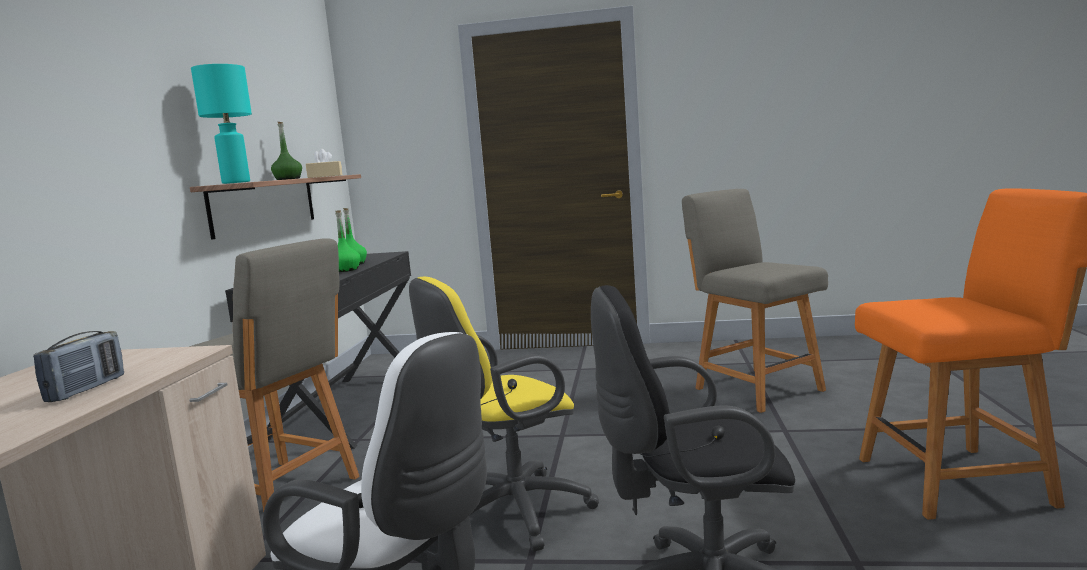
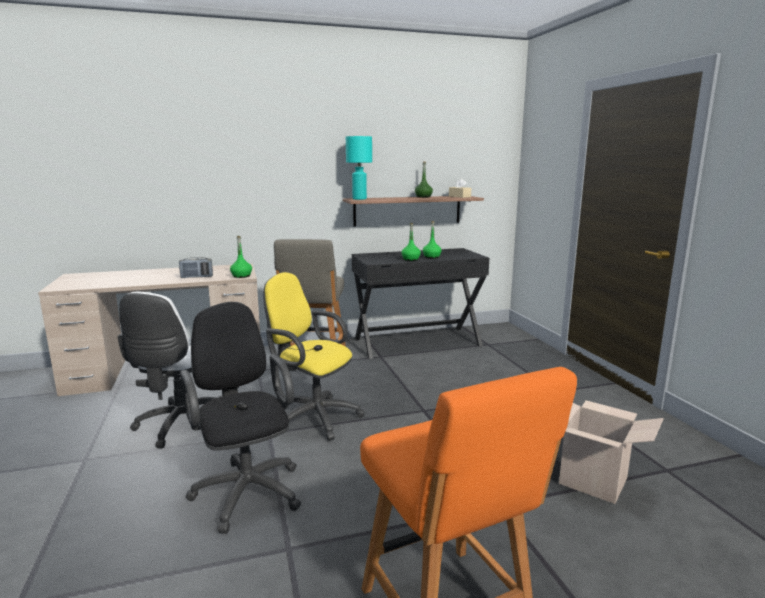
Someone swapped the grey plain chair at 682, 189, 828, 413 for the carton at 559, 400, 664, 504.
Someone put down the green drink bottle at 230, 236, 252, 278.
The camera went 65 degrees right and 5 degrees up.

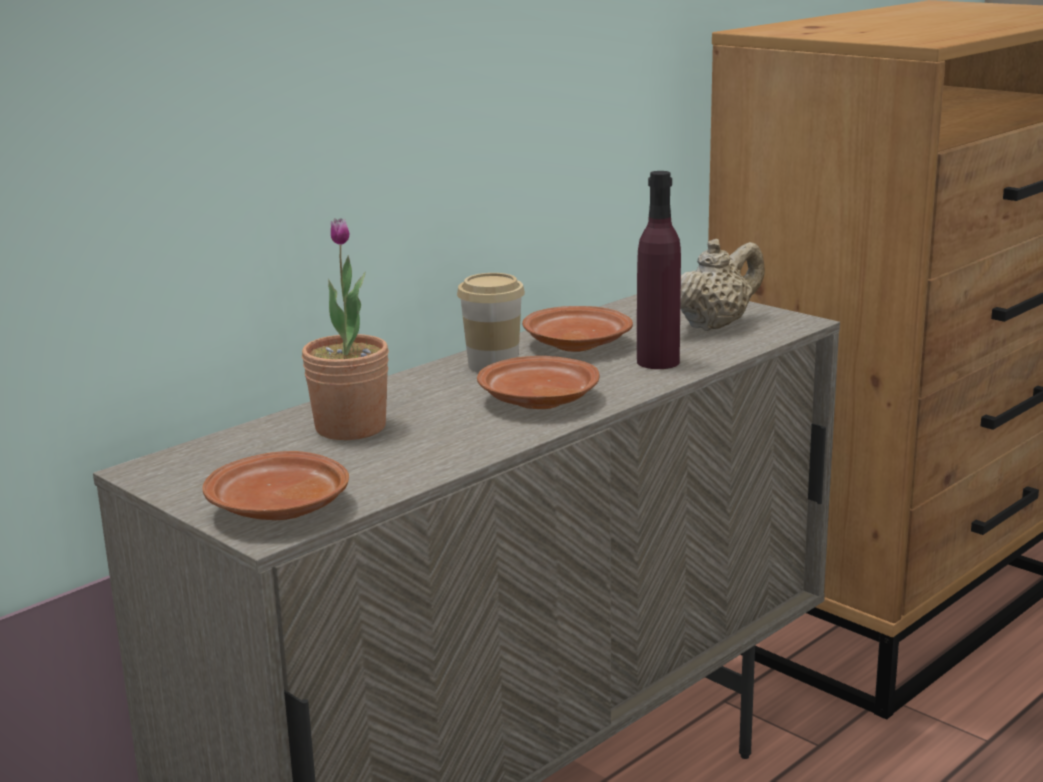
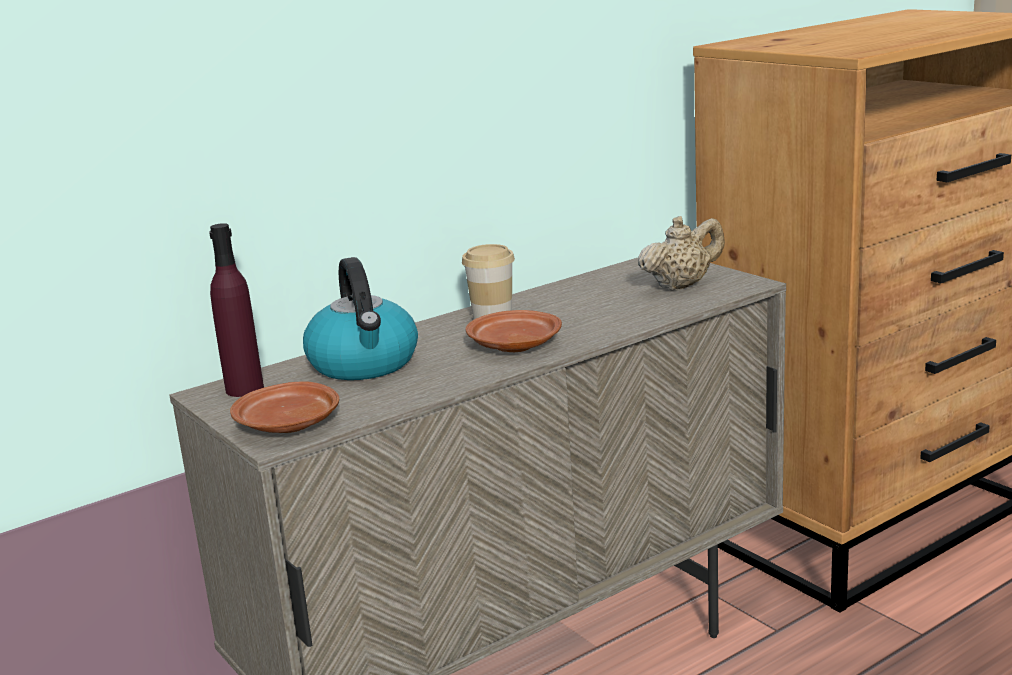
Someone carried the purple-coloured drink bottle from 637, 171, 681, 369 to 209, 223, 264, 397.
Someone swapped the houseplant at 302, 218, 389, 440 for the water kettle at 303, 257, 418, 380.
Someone took away the brownish flat dish at 522, 306, 633, 352.
The camera went 10 degrees right and 0 degrees up.

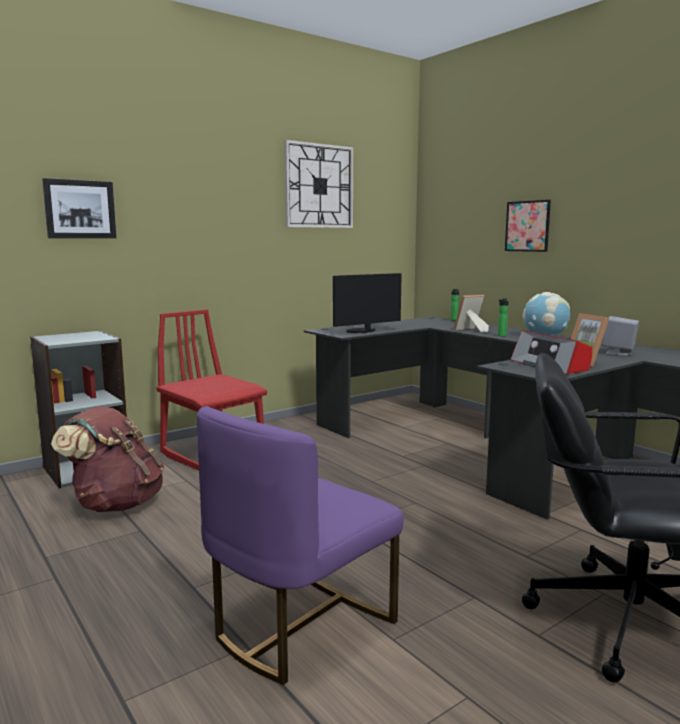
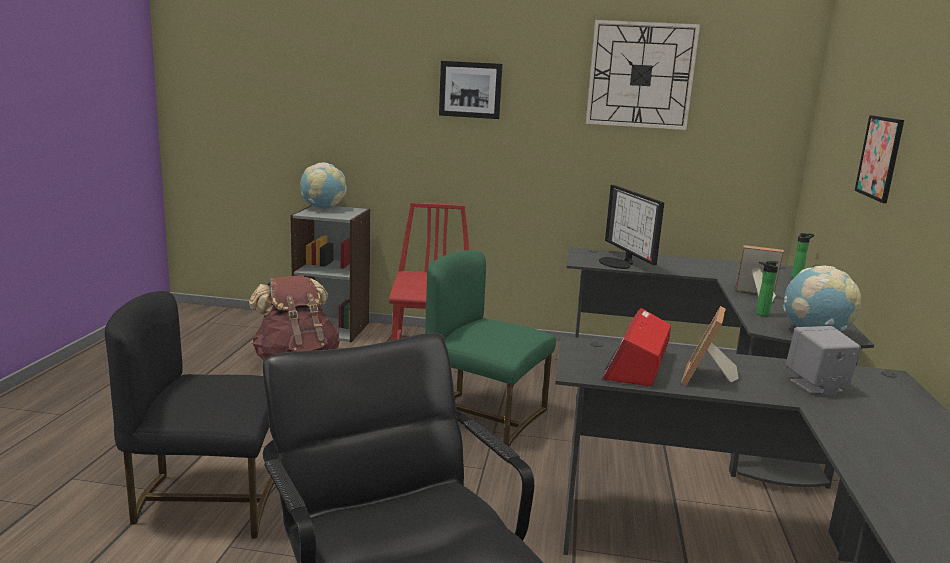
Someone carried the picture from 42, 178, 116, 238 to 439, 61, 503, 119.
Someone rotated the computer display at 333, 273, 402, 333 by 120 degrees counterclockwise.
Someone repainted the purple-coloured plain chair at 197, 406, 403, 685, which became the black-coloured plain chair at 105, 291, 274, 538.
Someone put down the desk globe at 300, 162, 347, 209.
Someone put down the green plain chair at 425, 250, 556, 447.
The camera went 45 degrees right and 5 degrees up.

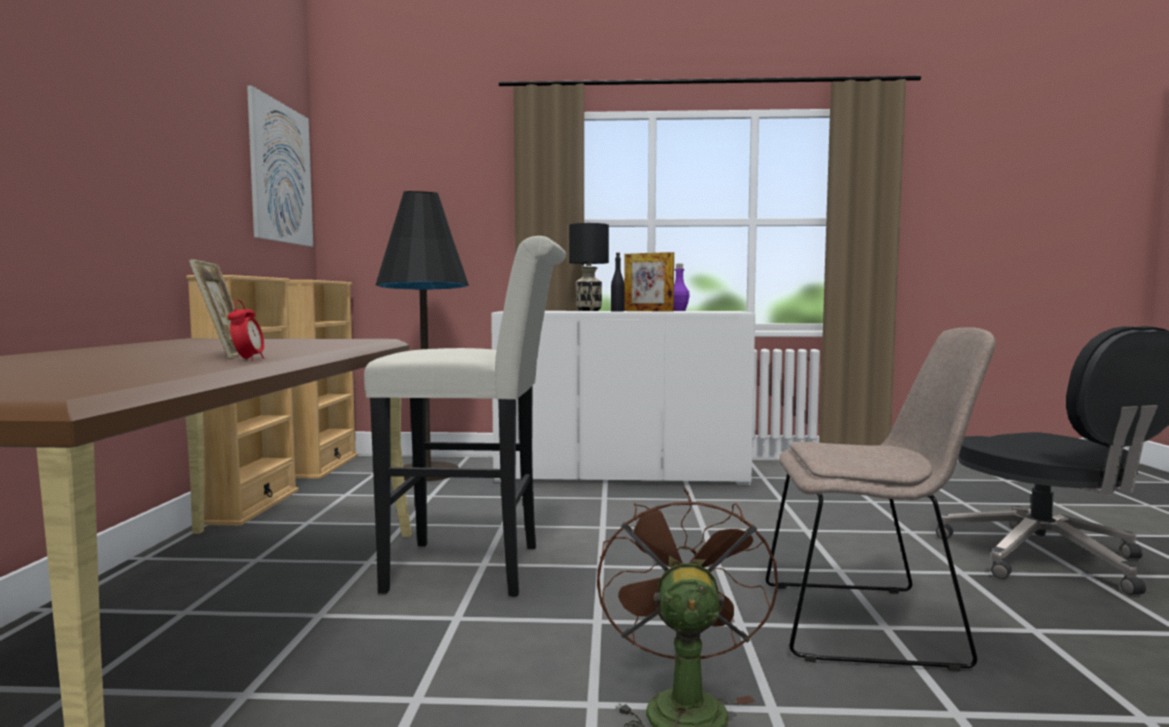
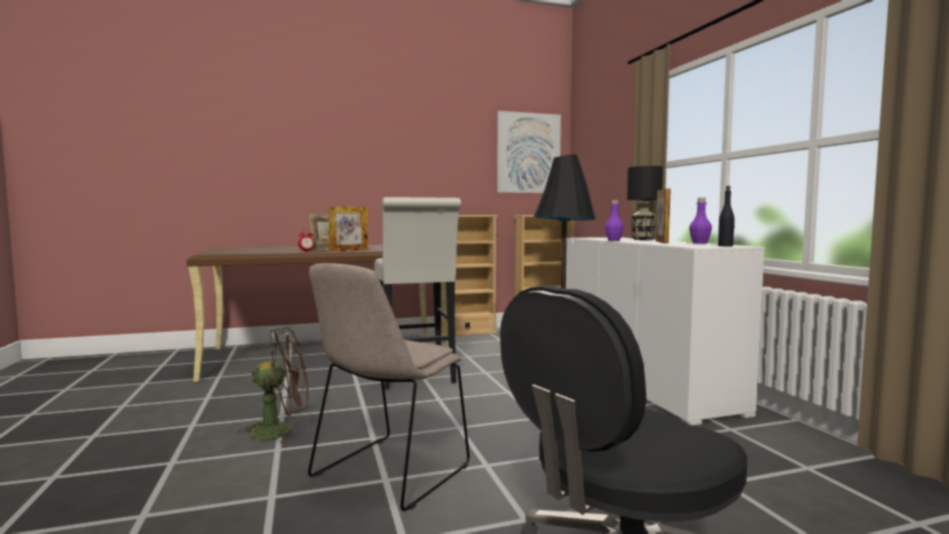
Someone carried the black-coloured drink bottle from 611, 253, 625, 312 to 718, 186, 735, 246.
Someone rotated the beige plain chair at 766, 327, 996, 672 by 45 degrees clockwise.
Someone put down the purple-coloured drink bottle at 605, 200, 624, 241.
Someone put down the standing frame at 328, 206, 368, 251.
The camera went 70 degrees right and 0 degrees up.

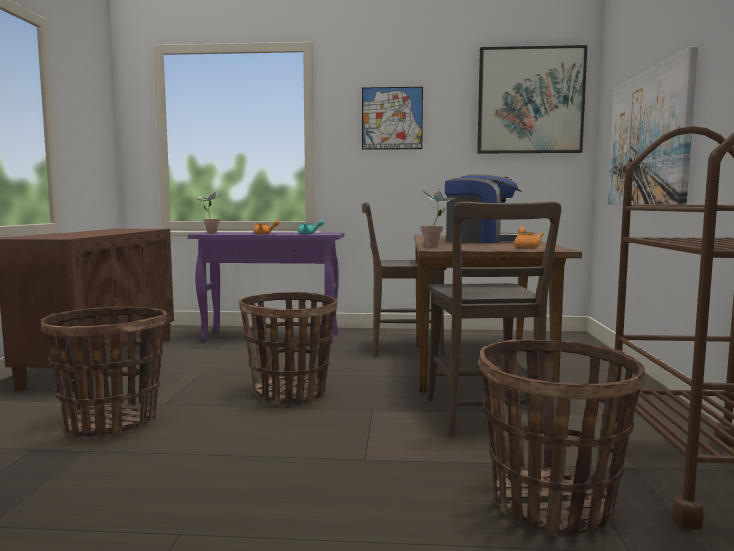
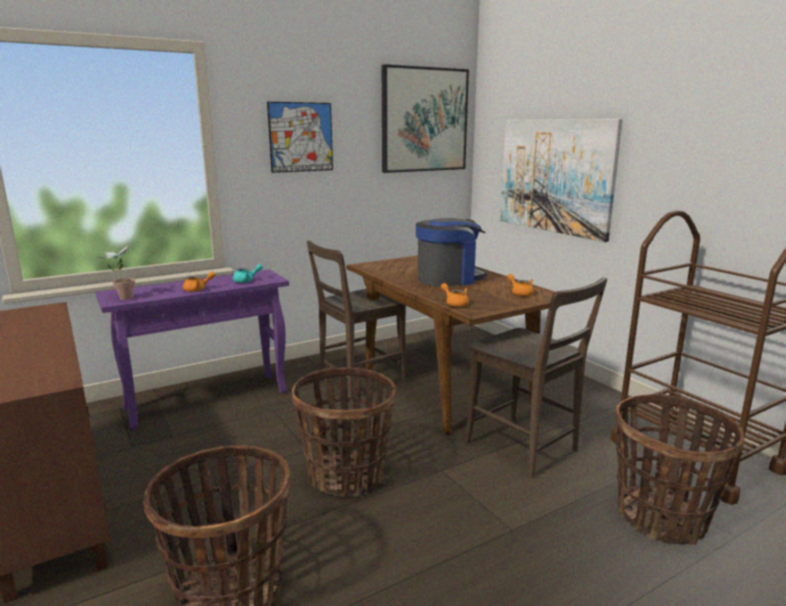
Someone swapped the houseplant at 420, 188, 457, 247 for the orange pot for tea at 441, 283, 469, 307.
The camera went 35 degrees left and 10 degrees up.

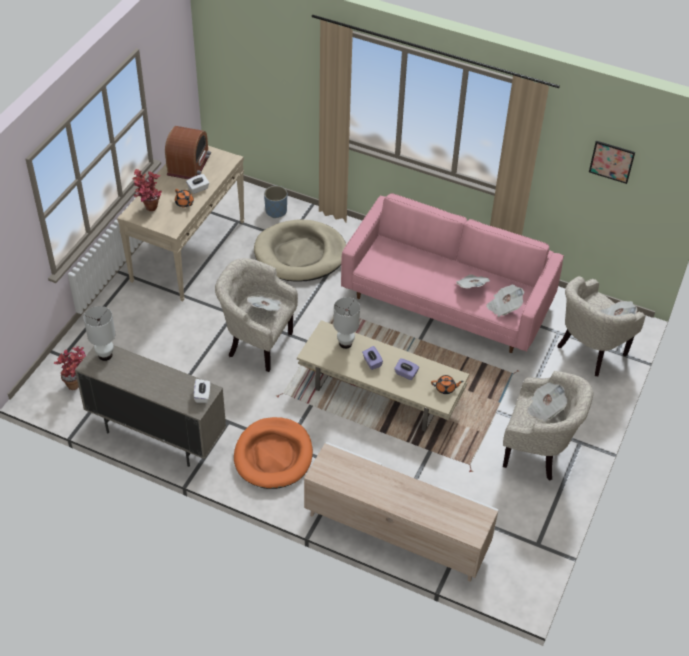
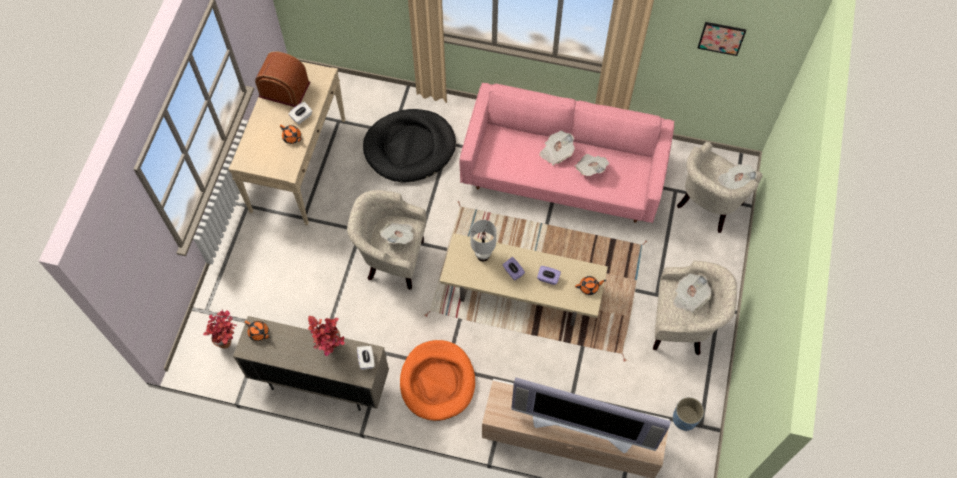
Someone rotated the radio receiver at 165, 126, 211, 179 by 75 degrees counterclockwise.
Someone carried the houseplant from 133, 169, 162, 211 to 308, 316, 345, 356.
Someone carried the bluish plant pot from 264, 186, 287, 218 to 673, 397, 704, 431.
Someone repainted the beige dog bed at 254, 219, 346, 282, which became the black-coloured dog bed at 363, 109, 456, 182.
Someone carried the daily paper from 486, 285, 525, 317 to 539, 131, 575, 166.
Someone swapped the white table lamp at 84, 306, 115, 361 for the orange pot for tea at 245, 321, 271, 341.
Someone put down the TV set at 511, 377, 671, 453.
The camera went 10 degrees left and 15 degrees up.

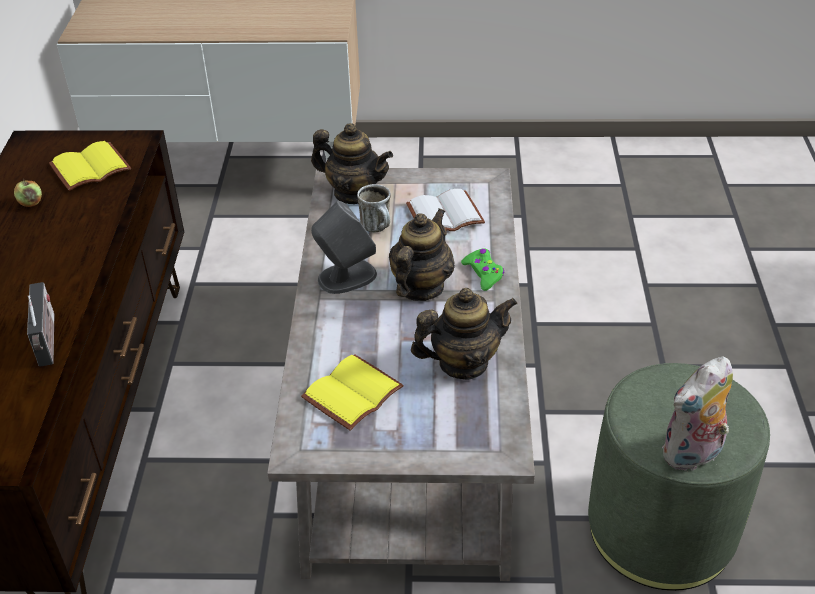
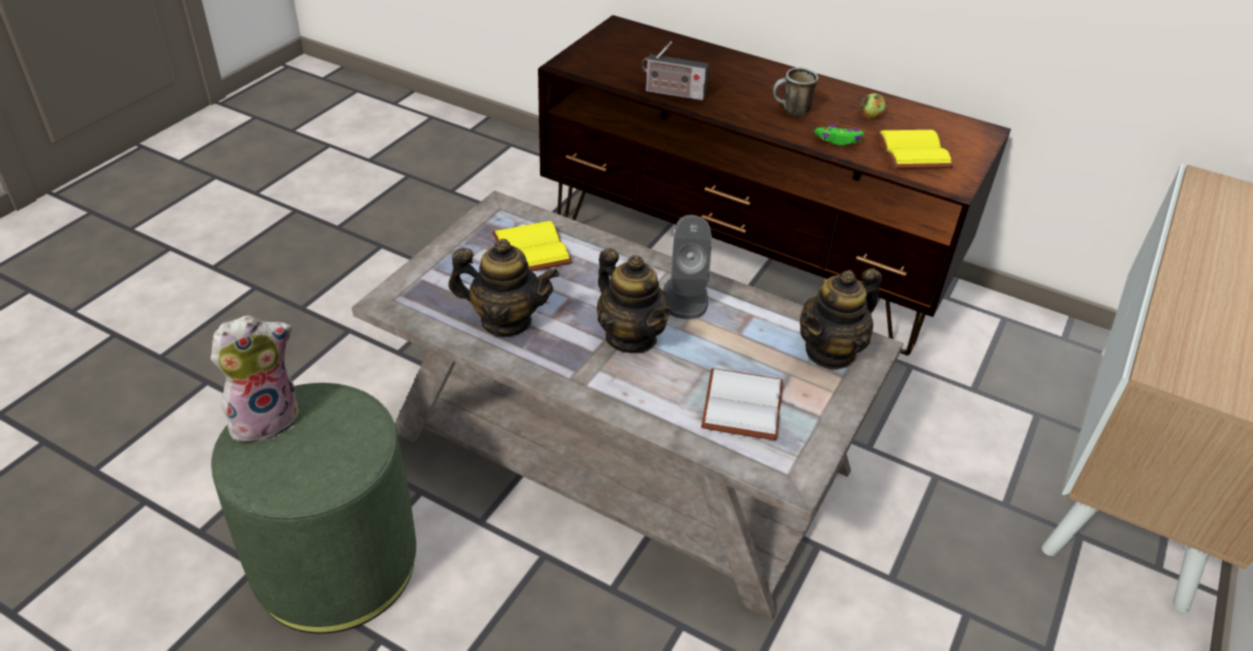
Someone carried the tea mug from 357, 184, 391, 233 to 773, 67, 818, 116.
Someone carried the green game controller from 461, 248, 504, 291 to 814, 124, 864, 145.
Someone rotated the pot for tea at 411, 288, 518, 380 by 90 degrees counterclockwise.
Someone rotated the cuddly toy at 662, 357, 733, 471 by 60 degrees clockwise.
The camera went 115 degrees right and 0 degrees up.

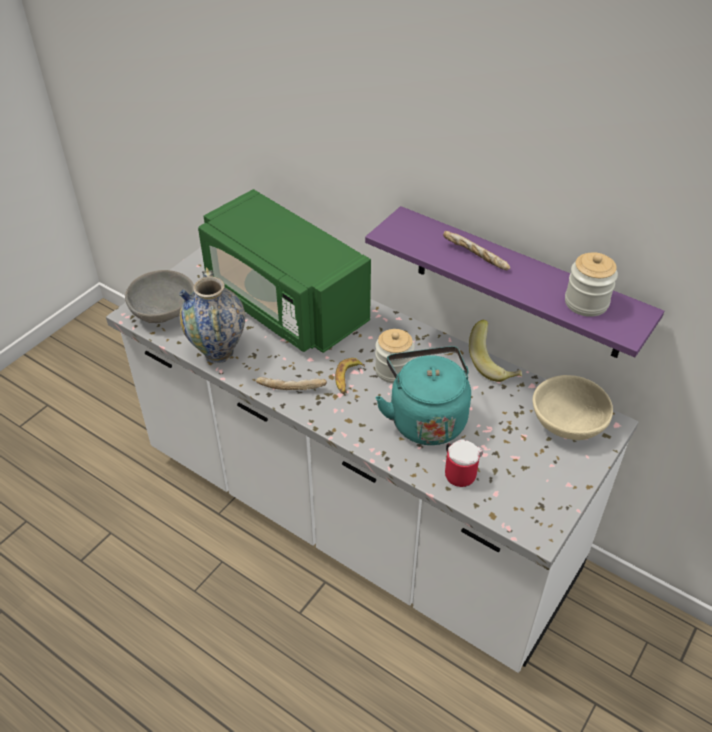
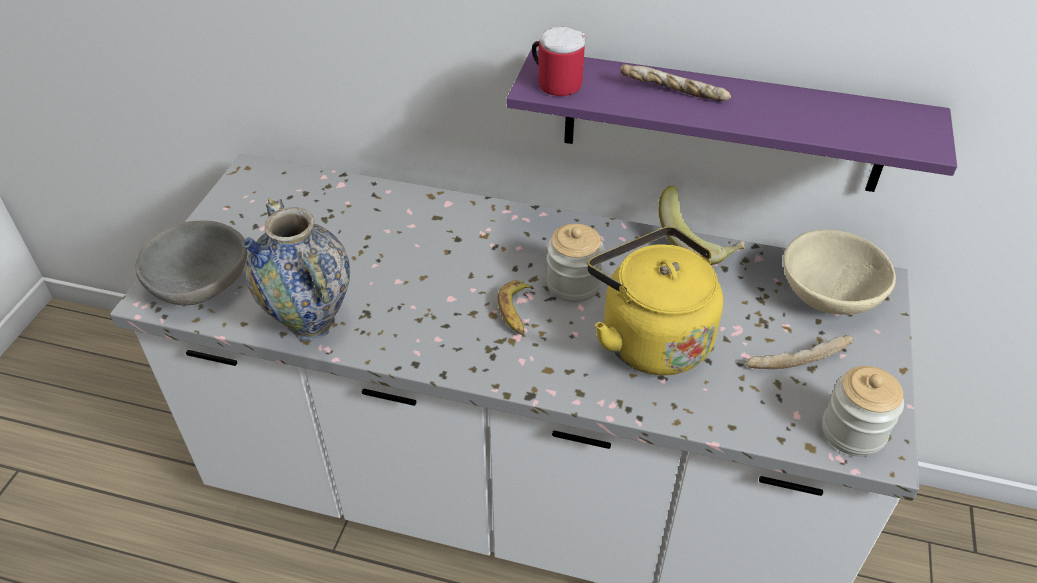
Someone took away the green microwave at 198, 189, 371, 353.
Someone carried the preserve jar from 565, 253, 618, 317 to 822, 366, 904, 457.
Someone repainted the blue-green water kettle at 375, 346, 471, 445, which became the yellow-coloured water kettle at 587, 227, 723, 375.
Someone carried the bread from 256, 377, 327, 390 to 746, 335, 853, 369.
Someone carried the tea mug from 445, 439, 483, 487 to 532, 27, 586, 96.
The camera went 20 degrees left and 0 degrees up.

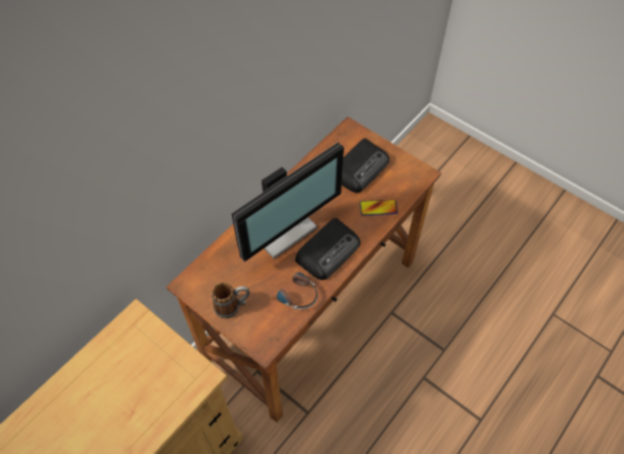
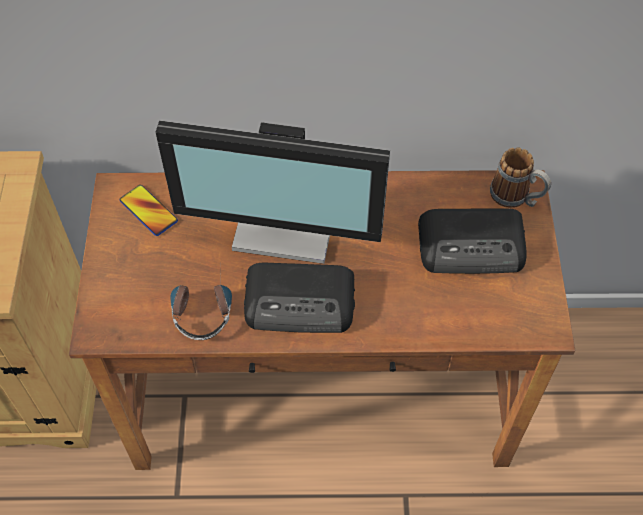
Someone carried the telephone from 360, 200, 398, 216 to 119, 185, 178, 236.
Someone carried the tea mug from 212, 282, 250, 319 to 490, 147, 551, 208.
The camera went 50 degrees right and 0 degrees up.

